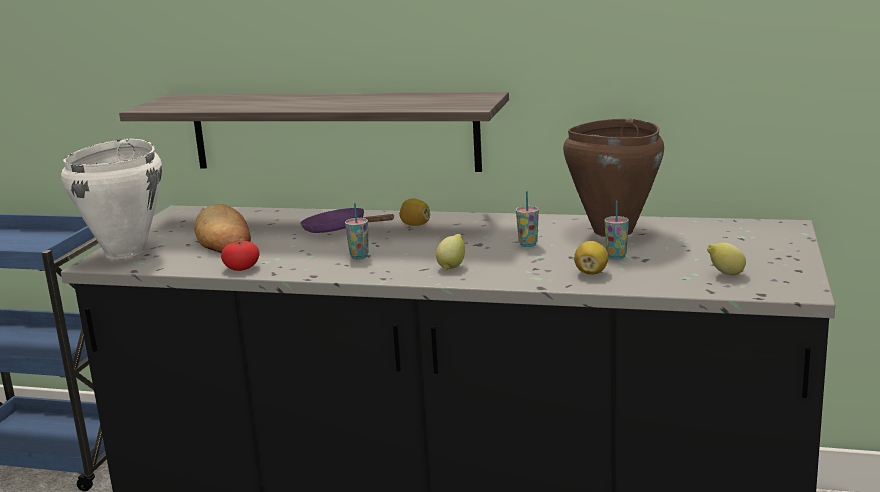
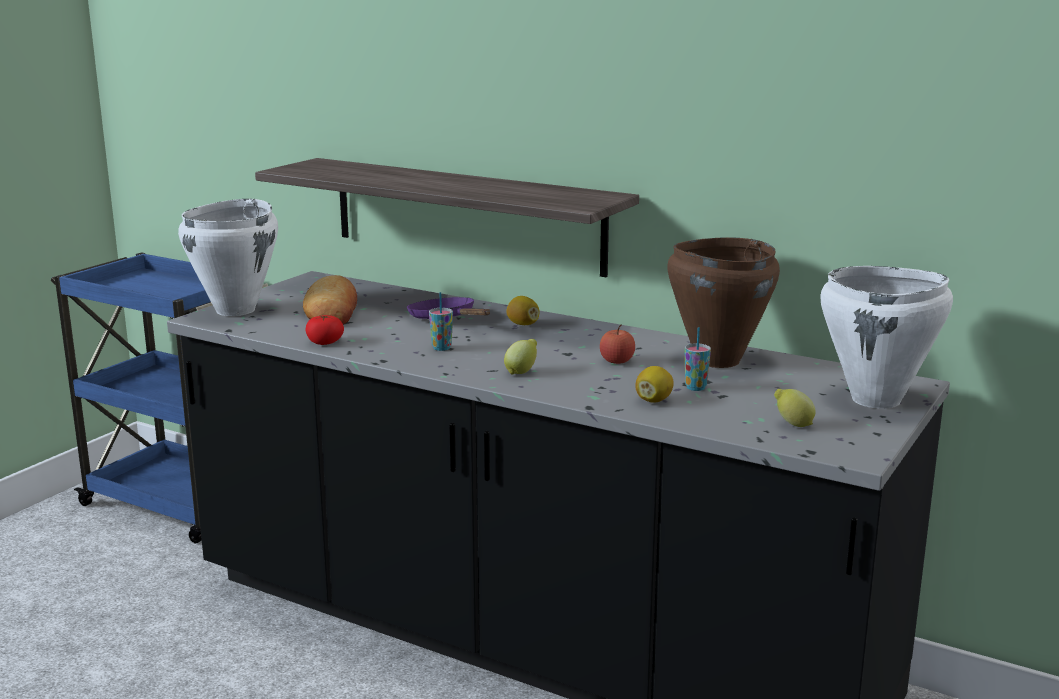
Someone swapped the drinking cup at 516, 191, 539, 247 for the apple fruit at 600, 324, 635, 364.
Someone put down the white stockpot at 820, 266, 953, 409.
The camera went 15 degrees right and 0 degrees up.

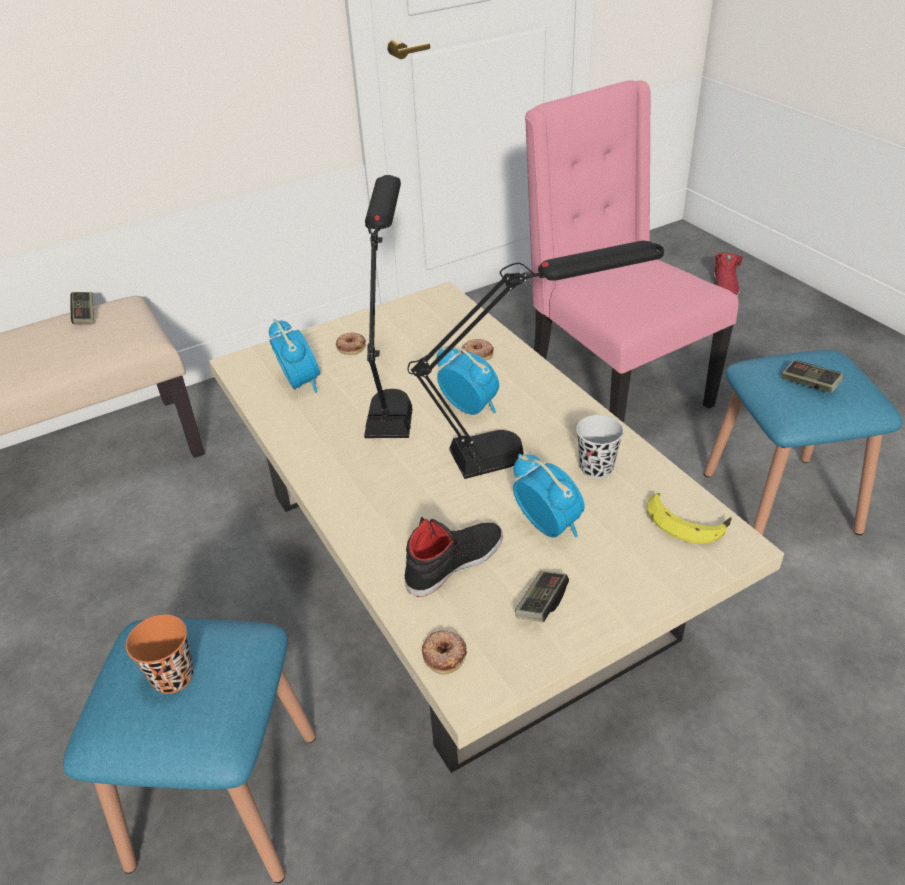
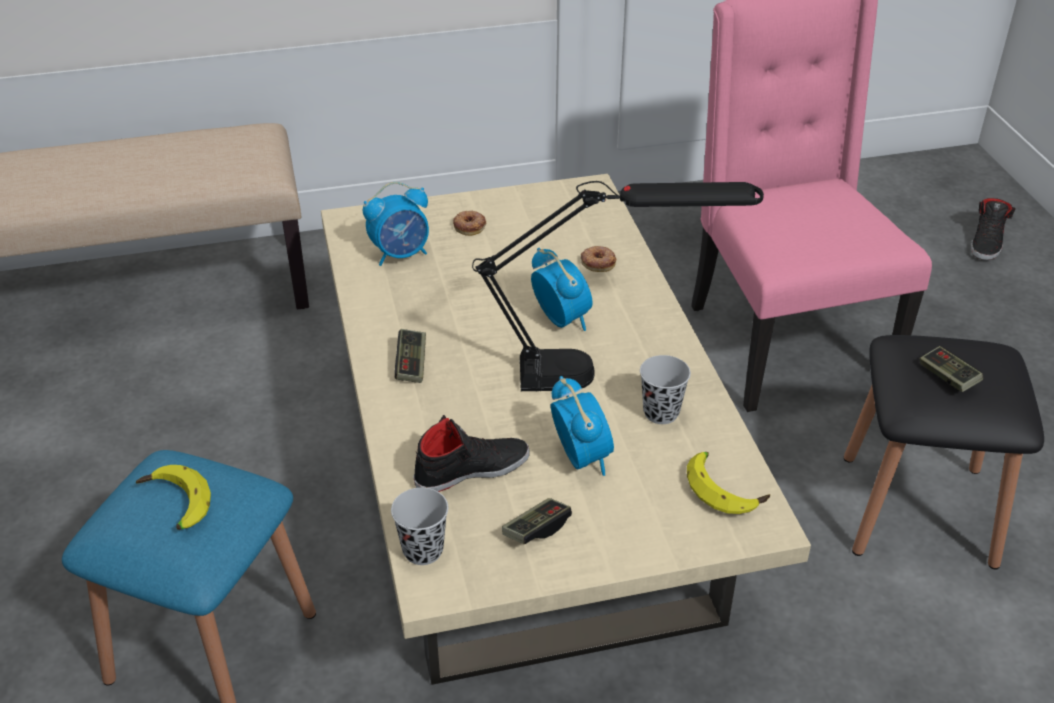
Someone took away the black-coloured table lamp at 364, 175, 412, 438.
Someone repainted the red-coloured shoe at 714, 253, 743, 297, which became the black-coloured shoe at 971, 198, 1016, 260.
Someone carried the game controller from 70, 292, 94, 324 to 394, 329, 426, 383.
Someone rotated the bedside clock at 269, 319, 320, 393 by 75 degrees clockwise.
Someone repainted the bluish stool seat at 704, 350, 903, 536, which became the black-coloured stool seat at 844, 335, 1044, 570.
Someone swapped the orange drinking cup at 126, 614, 193, 694 for the whole banana at 136, 465, 211, 530.
Someone swapped the doughnut at 422, 630, 467, 674 for the black-coloured drinking cup at 391, 488, 448, 565.
The camera went 15 degrees right and 0 degrees up.

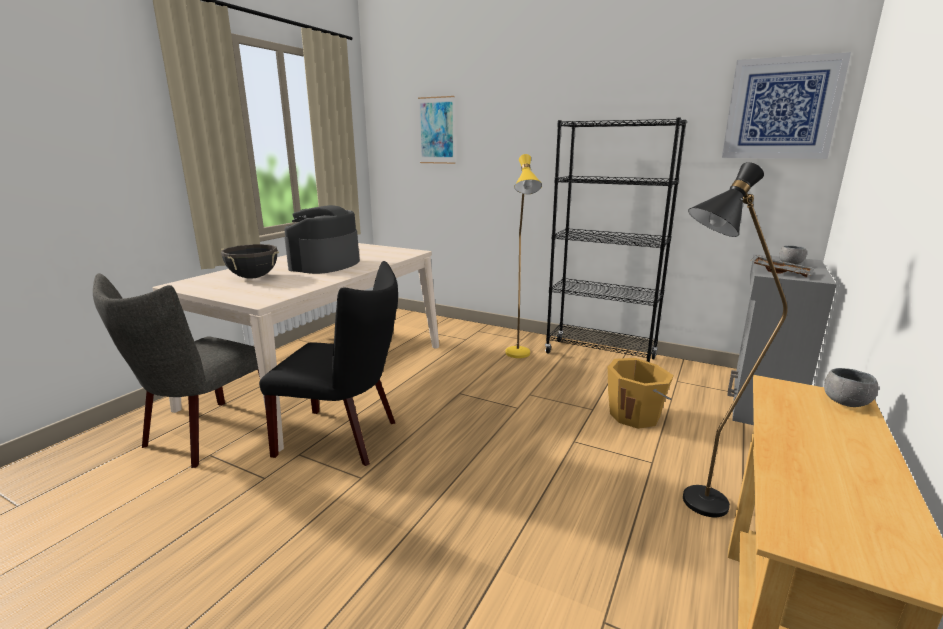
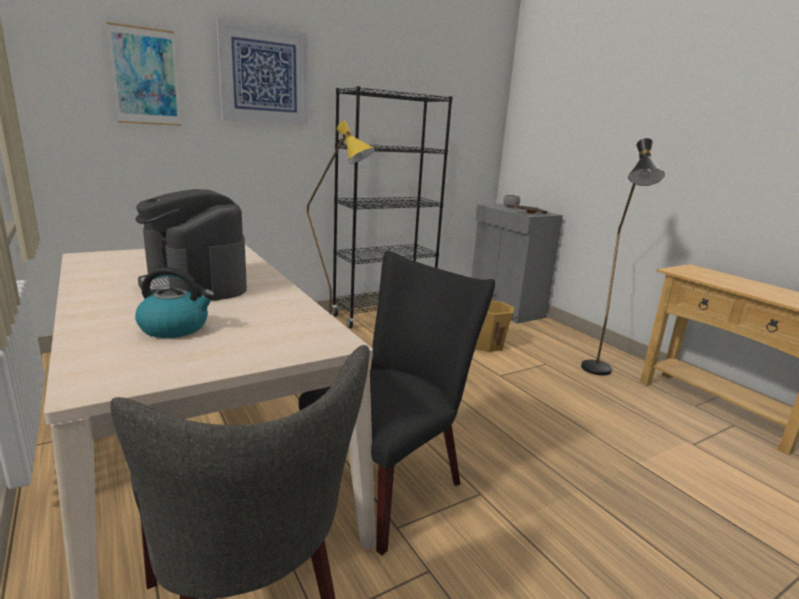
Someone carried the picture from 722, 52, 851, 159 to 216, 19, 308, 125.
Someone swapped the black-coloured stockpot at 221, 244, 279, 278 for the water kettle at 135, 267, 215, 338.
Someone took away the grey deep dish at 824, 368, 878, 407.
The camera went 60 degrees left and 0 degrees up.

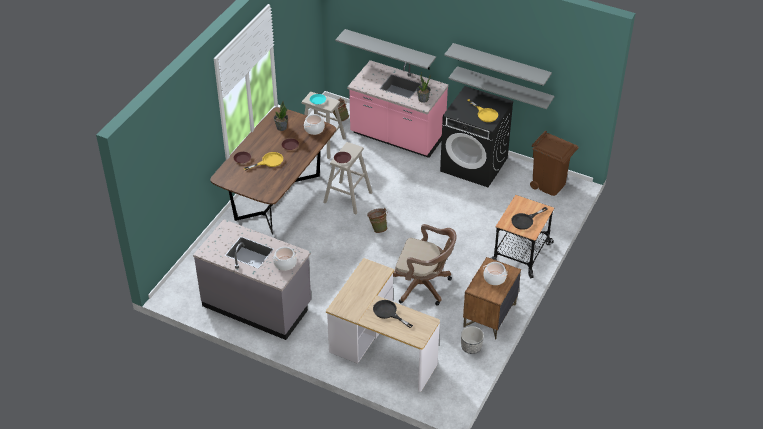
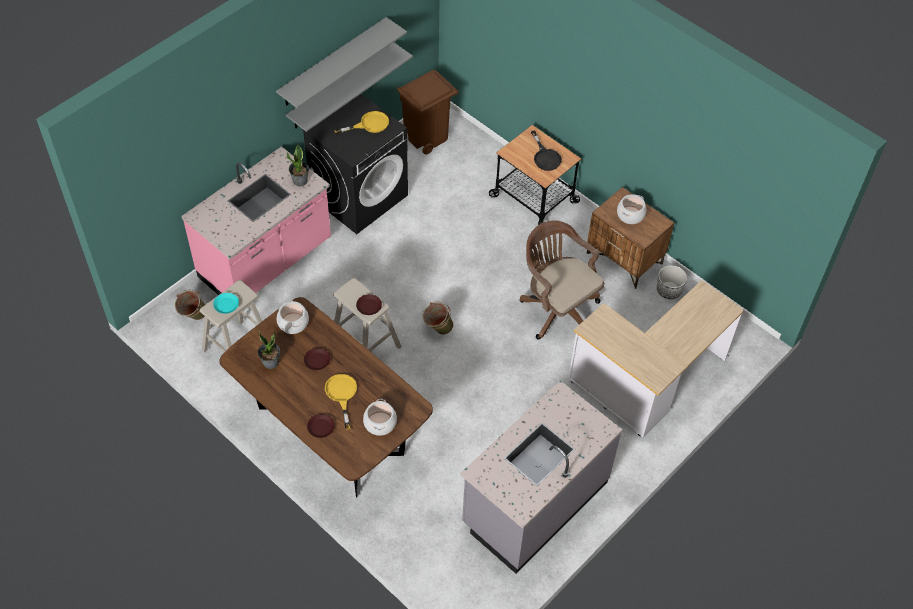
Someone took away the grey shelf at 335, 29, 436, 69.
Someone rotated the brownish computer chair at 393, 224, 457, 305 by 75 degrees counterclockwise.
Someone carried the stockpot from 272, 247, 297, 271 to 363, 399, 397, 436.
Someone took away the black-coloured frying pan at 373, 300, 413, 328.
The camera went 75 degrees left and 10 degrees up.

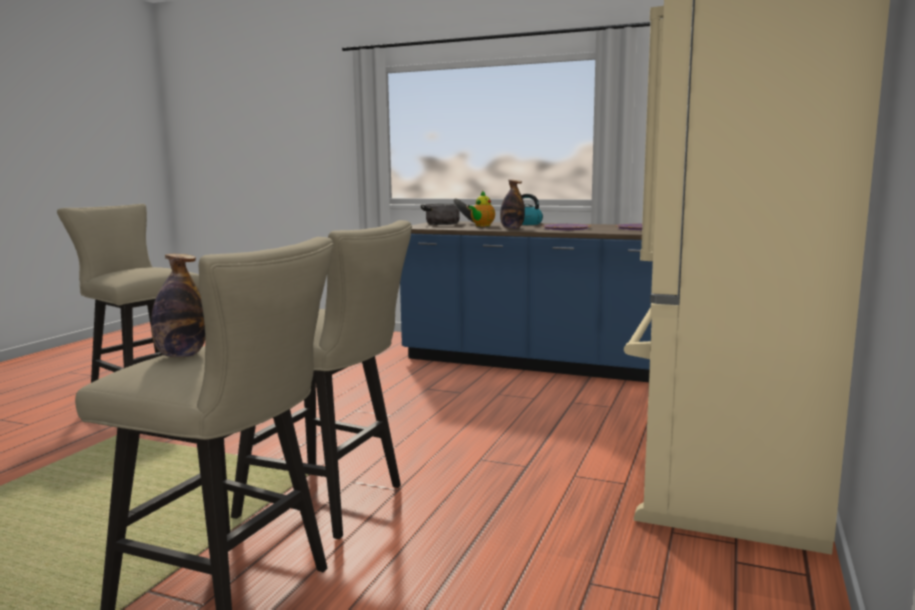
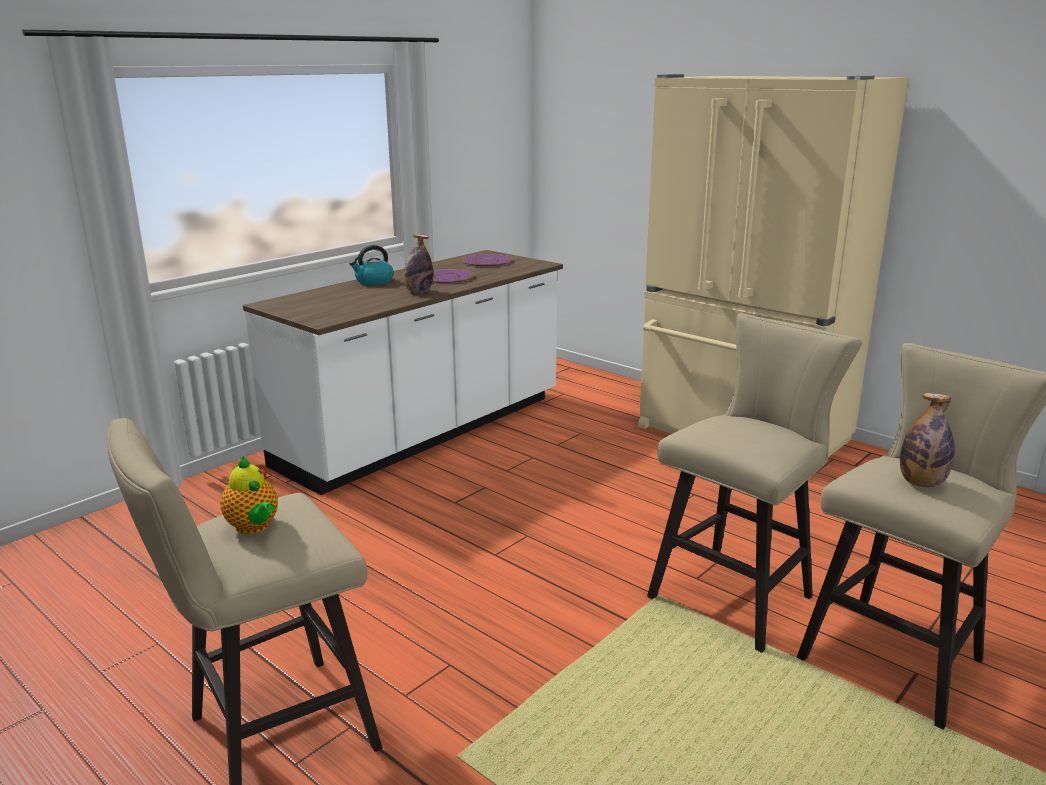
Someone carried the pot for tea from 469, 190, 495, 226 to 220, 456, 278, 534.
Someone took away the stockpot at 421, 198, 473, 225.
Someone repainted the bluish counter at 400, 221, 653, 382, which became the white counter at 243, 250, 563, 495.
The camera went 70 degrees left and 10 degrees up.

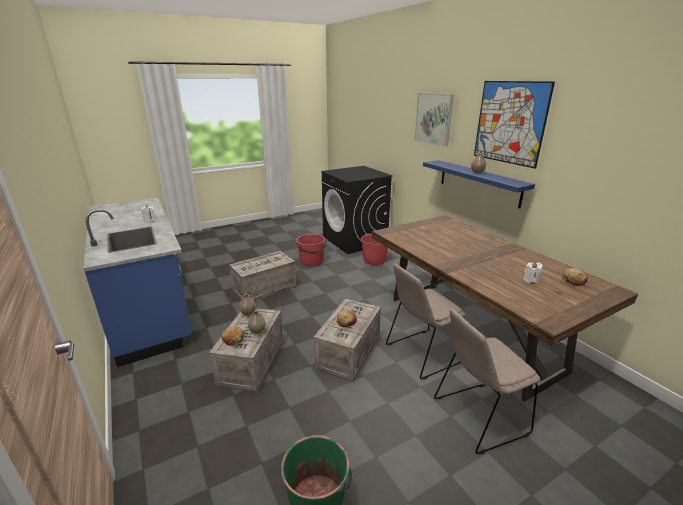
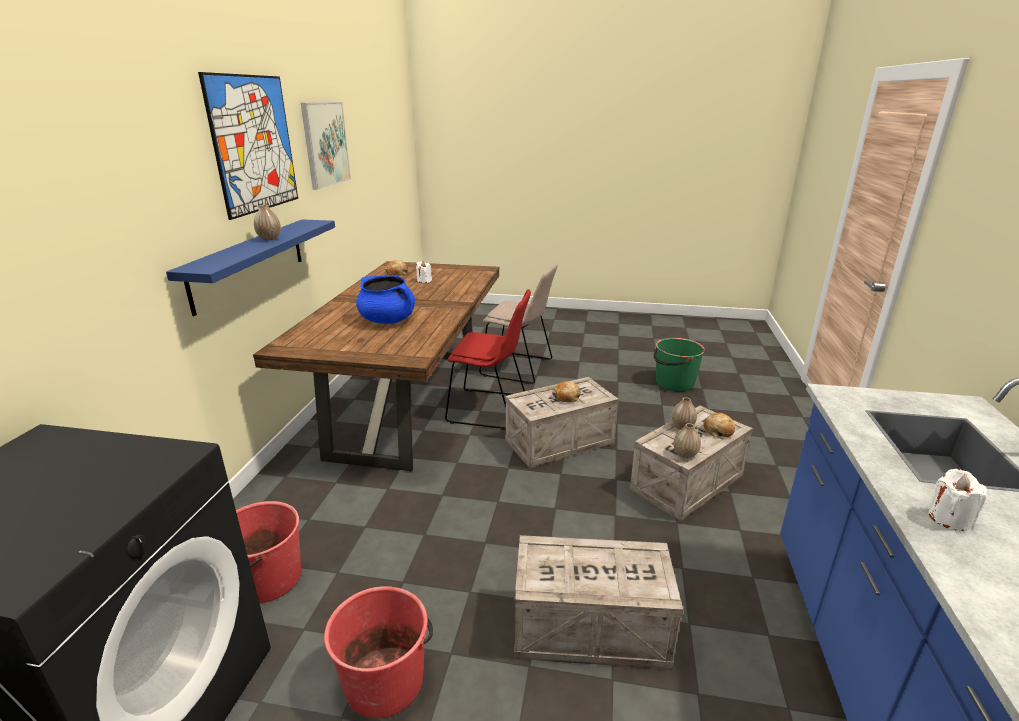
Someone carried the picture from 414, 93, 454, 147 to 301, 102, 351, 190.
Someone repainted the beige plain chair at 386, 263, 466, 379, which became the red-coloured plain chair at 445, 289, 531, 430.
Someone put down the bluish stockpot at 356, 275, 415, 324.
The camera went 140 degrees left and 0 degrees up.

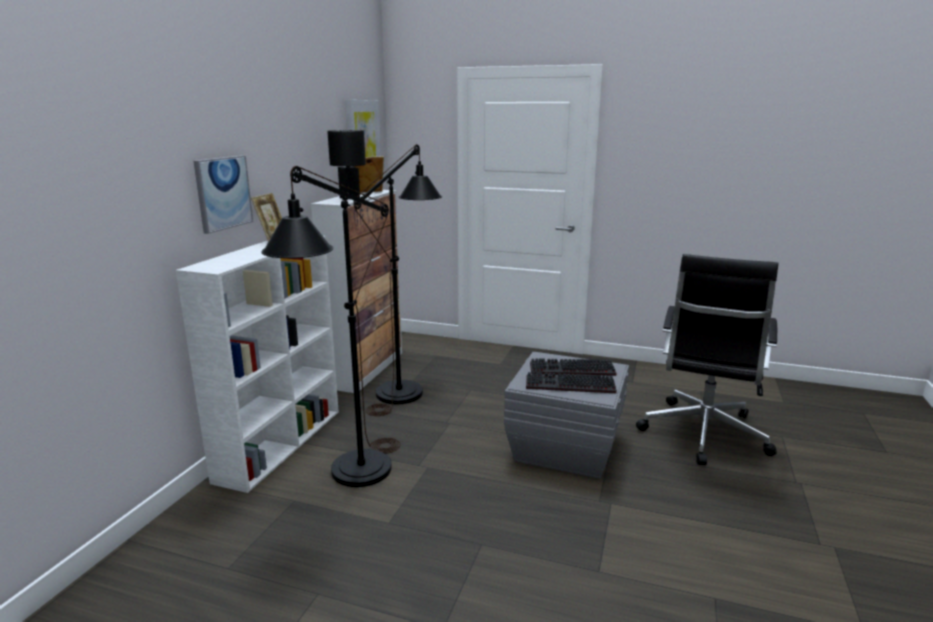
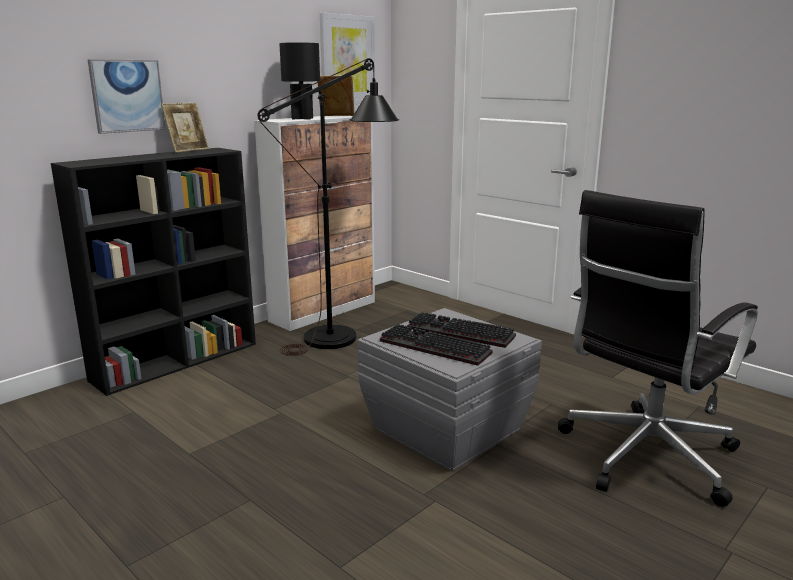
Someone took away the black-coloured standard lamp at 261, 166, 400, 487.
Someone repainted the white bookcase at 176, 236, 339, 493, which became the black-coloured bookcase at 51, 148, 256, 396.
The camera went 25 degrees right and 0 degrees up.

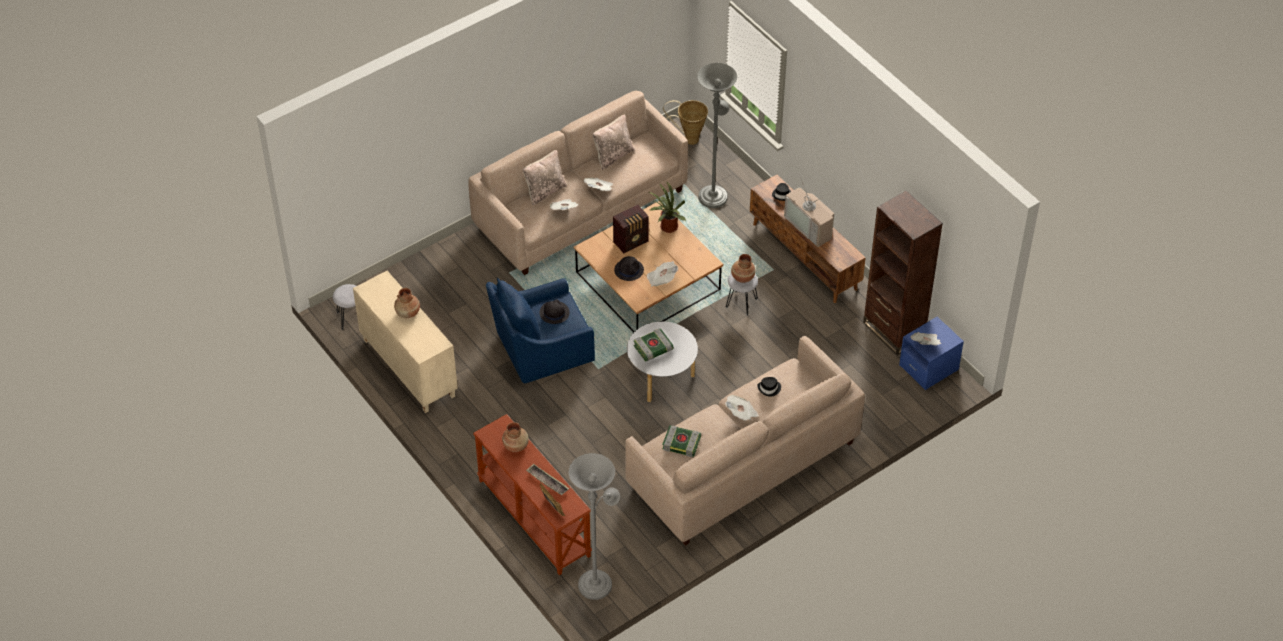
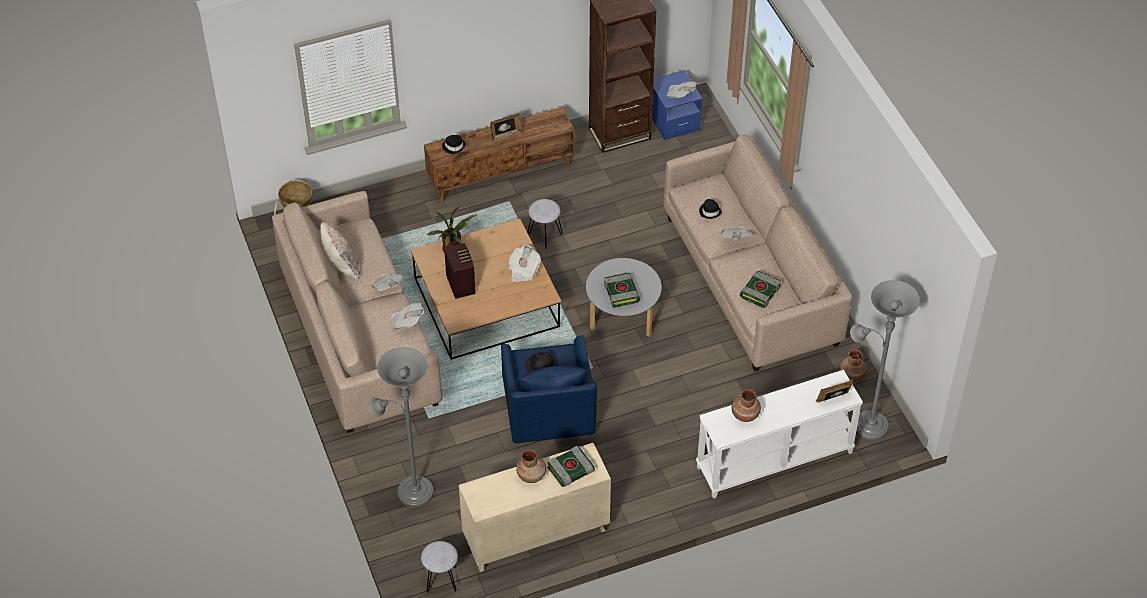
Someone carried the grey standard lamp from 697, 63, 737, 208 to 368, 347, 434, 507.
Someone took away the beige pillow at 523, 150, 567, 205.
Someone swapped the TV set at 784, 180, 834, 247 for the standing frame at 490, 114, 523, 142.
Someone carried the brownish decorative vase from 731, 254, 756, 283 to 840, 350, 867, 382.
Someone took away the black-coloured hat at 614, 256, 644, 281.
Someone repainted the brownish hall table at 474, 414, 592, 575, which became the white hall table at 696, 370, 863, 499.
Someone took away the tray at 526, 464, 569, 495.
Someone put down the book at 547, 446, 595, 487.
The camera went 75 degrees left and 0 degrees up.

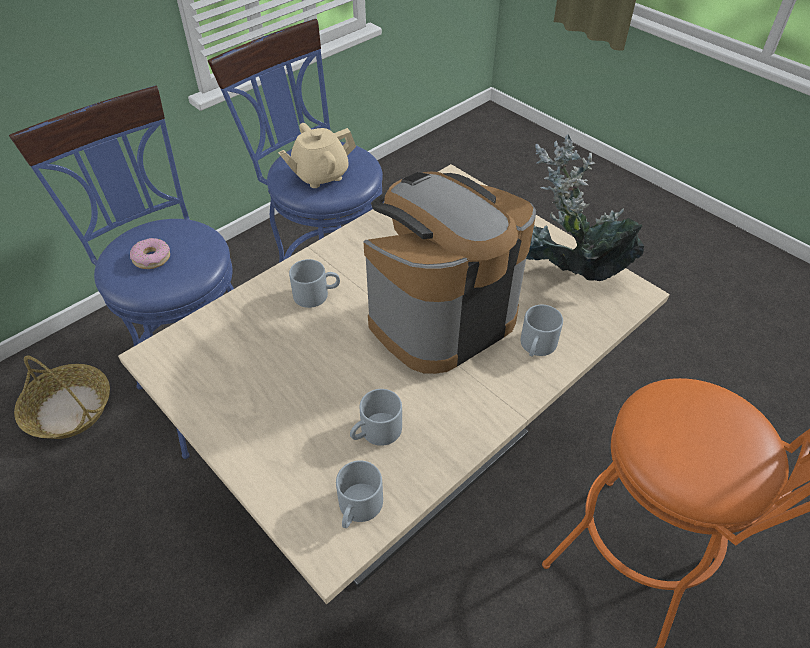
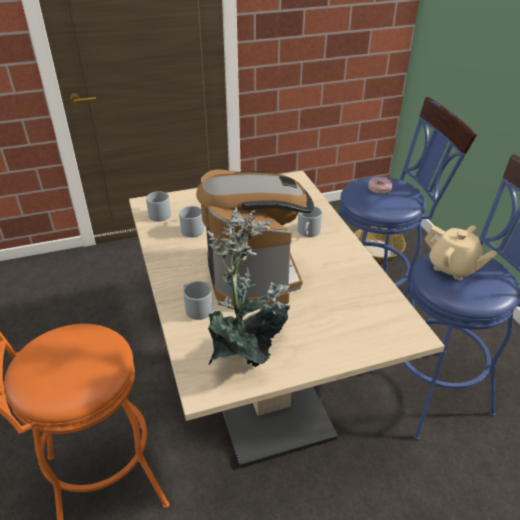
Someone rotated the beige pot for tea at 278, 123, 356, 188 by 135 degrees clockwise.
The camera went 115 degrees right and 10 degrees down.

